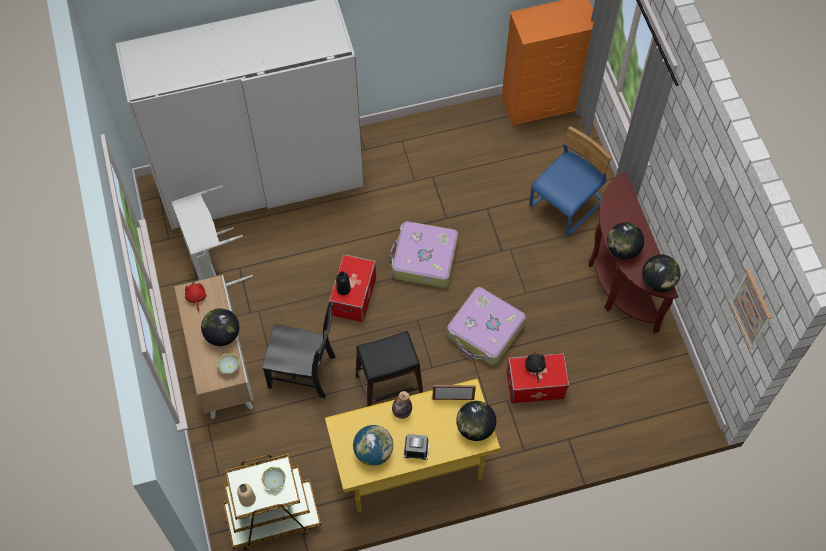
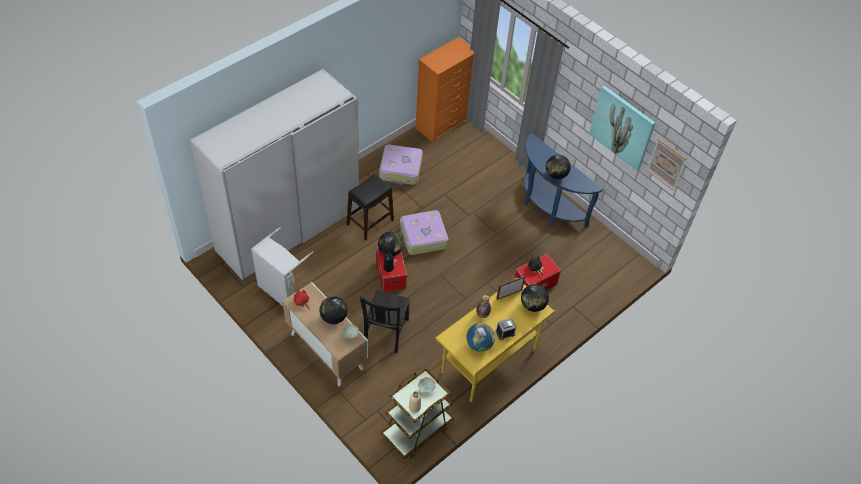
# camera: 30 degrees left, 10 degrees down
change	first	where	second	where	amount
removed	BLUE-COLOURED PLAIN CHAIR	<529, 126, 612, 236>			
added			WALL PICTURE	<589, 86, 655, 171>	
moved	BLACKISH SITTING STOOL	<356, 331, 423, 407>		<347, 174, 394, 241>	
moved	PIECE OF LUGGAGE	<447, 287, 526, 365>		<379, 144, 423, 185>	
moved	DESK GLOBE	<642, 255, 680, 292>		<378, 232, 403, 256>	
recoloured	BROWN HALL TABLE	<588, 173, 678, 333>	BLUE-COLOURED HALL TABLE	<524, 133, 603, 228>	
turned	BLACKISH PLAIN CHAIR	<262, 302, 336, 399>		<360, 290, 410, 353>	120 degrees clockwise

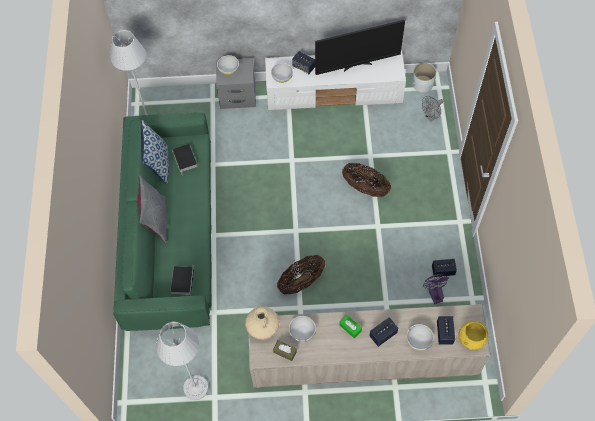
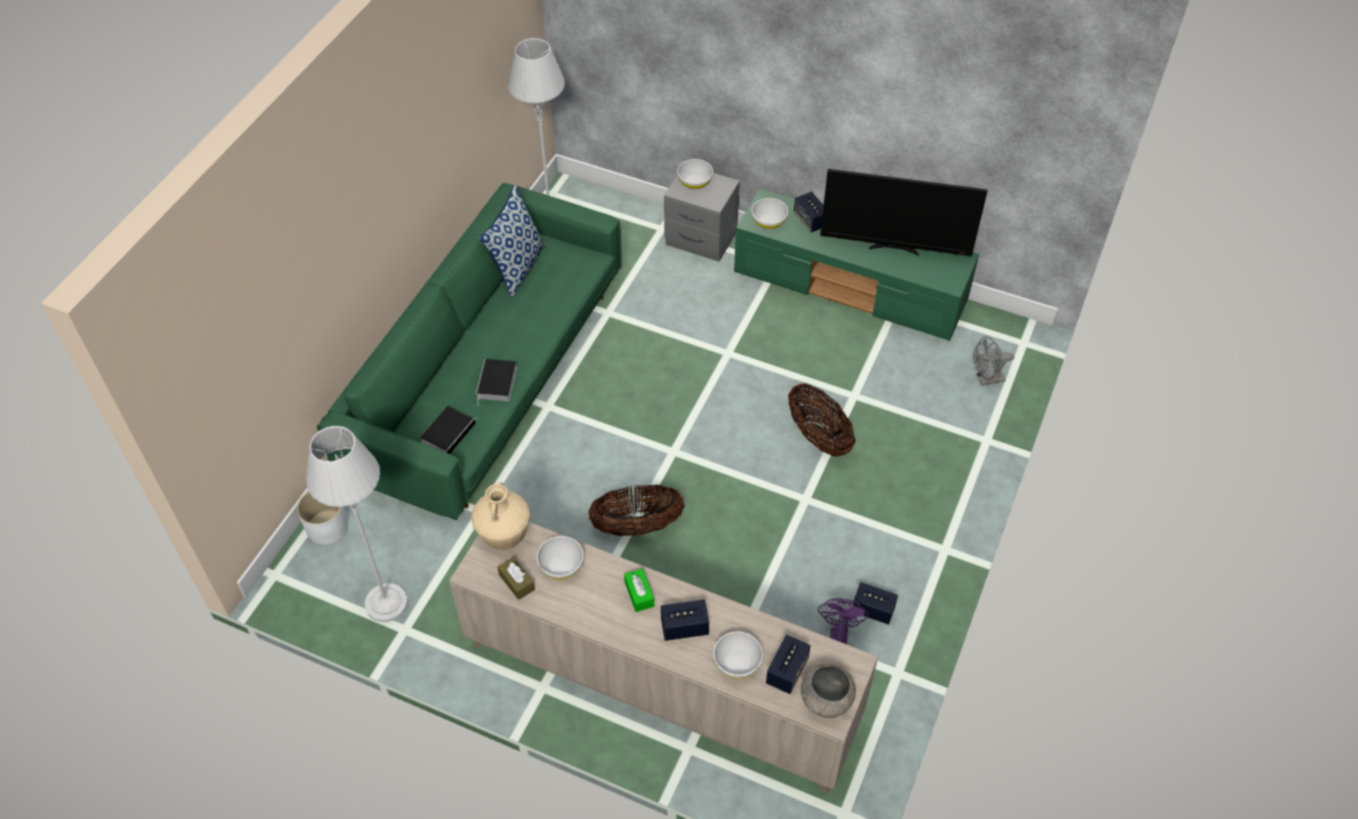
# camera: 25 degrees right, 10 degrees down
change	first	where	second	where	amount
removed	GREYISH CUSHION	<138, 175, 168, 243>			
moved	BOUND BOOK	<172, 144, 198, 176>		<476, 359, 517, 406>	
moved	WHITE-COLOURED PLANTER	<412, 63, 436, 93>		<297, 492, 348, 545>	
recoloured	WHITE-COLOURED TV UNIT	<265, 51, 406, 110>	GREEN TV UNIT	<734, 188, 979, 341>	
recoloured	YELLOW DEEP DISH	<458, 321, 488, 350>	GREYISH DEEP DISH	<801, 664, 856, 718>	

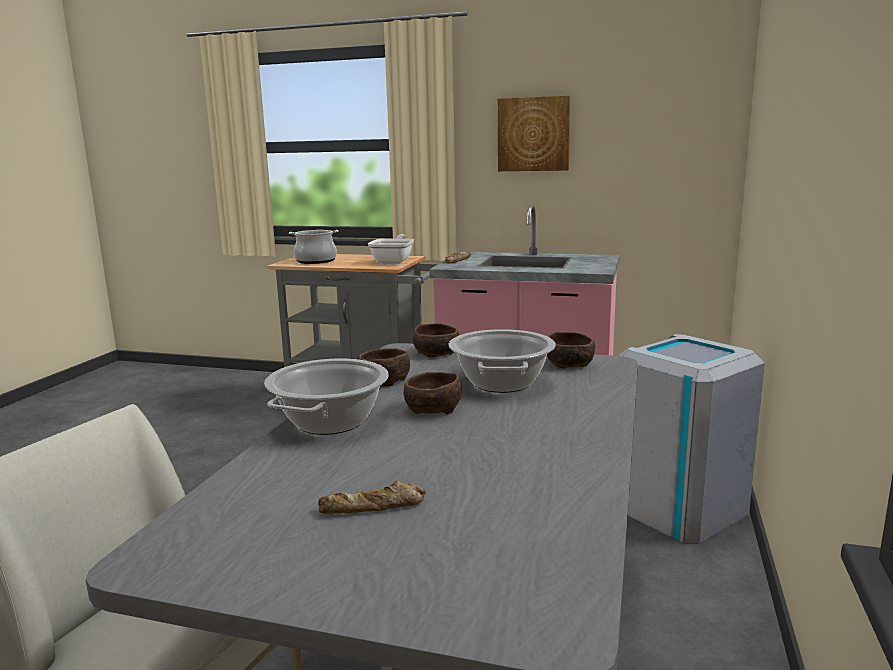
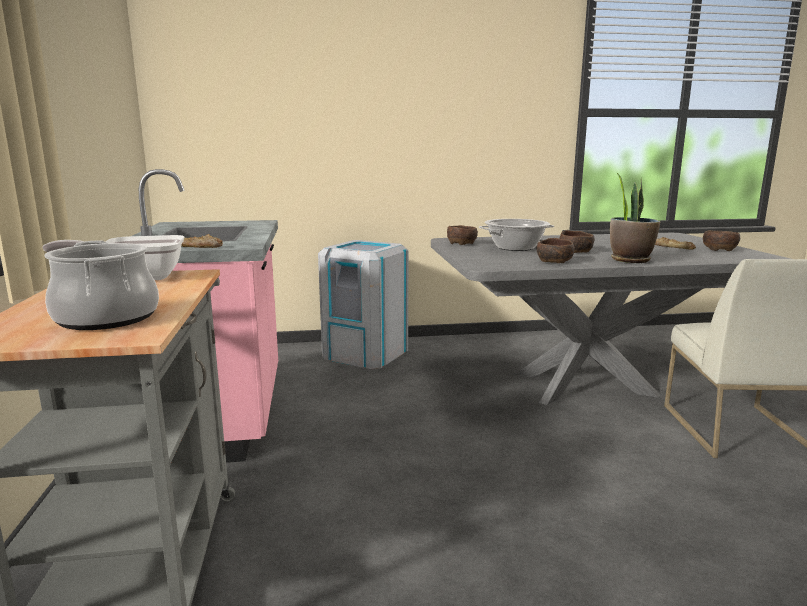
# camera: 115 degrees left, 0 degrees up
change	first	where	second	where	amount
removed	WALL PICTURE	<498, 95, 570, 171>			
moved	BROWN DEEP DISH	<413, 323, 459, 357>		<703, 230, 740, 251>	
replaced	COOKING POT	<264, 359, 389, 435>	HOUSEPLANT	<610, 173, 660, 263>	

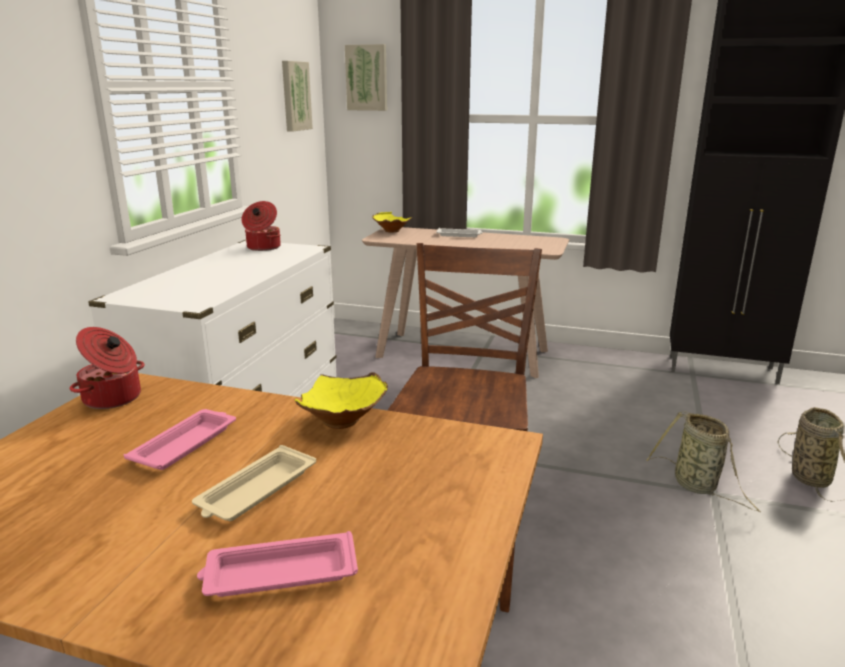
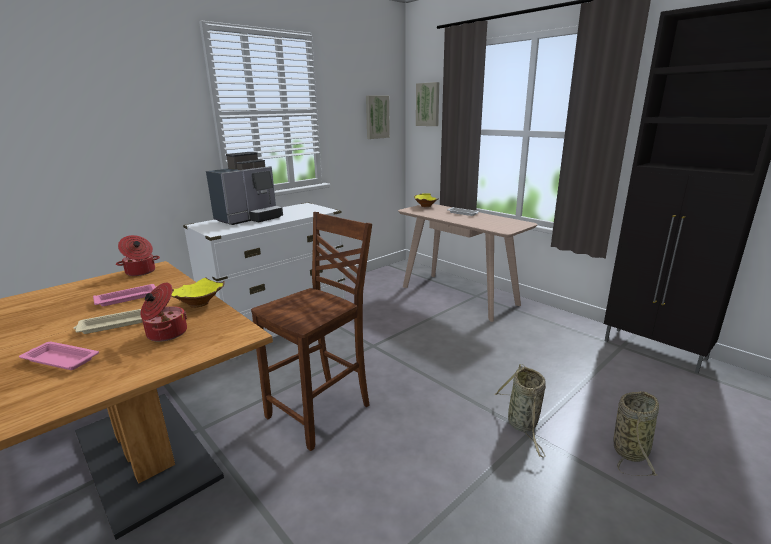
# camera: 30 degrees right, 0 degrees up
change	first	where	second	where	amount
added			COFFEE BREWER	<206, 152, 283, 225>	
moved	COOKING POT	<241, 201, 281, 251>		<140, 283, 187, 342>	

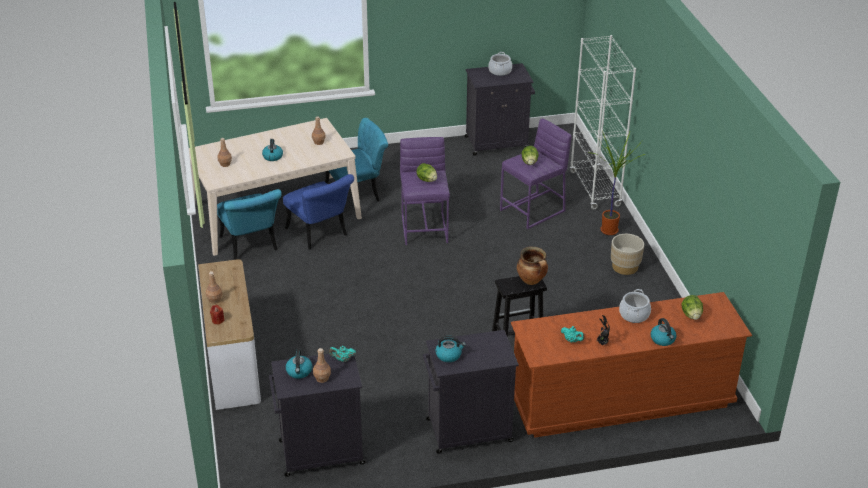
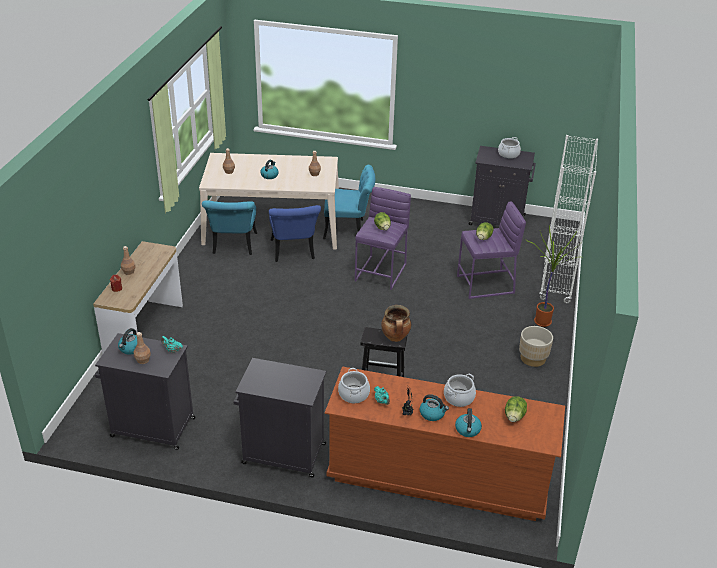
# camera: 25 degrees right, 0 degrees up
change	first	where	second	where	amount
added			COOKING POT	<338, 368, 370, 403>	
moved	KETTLE	<435, 336, 466, 362>		<420, 394, 449, 421>	

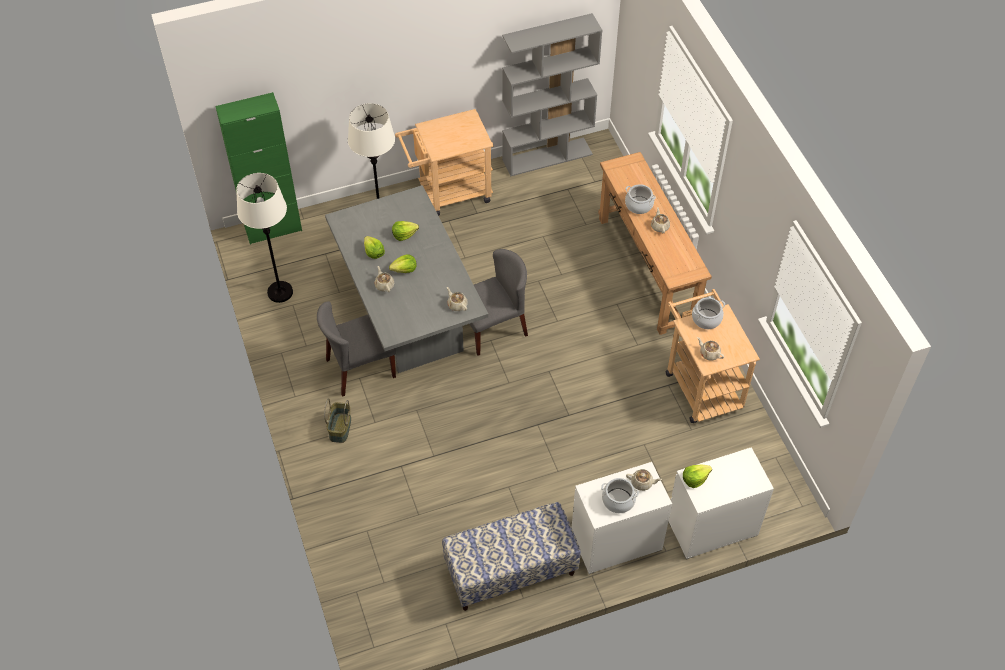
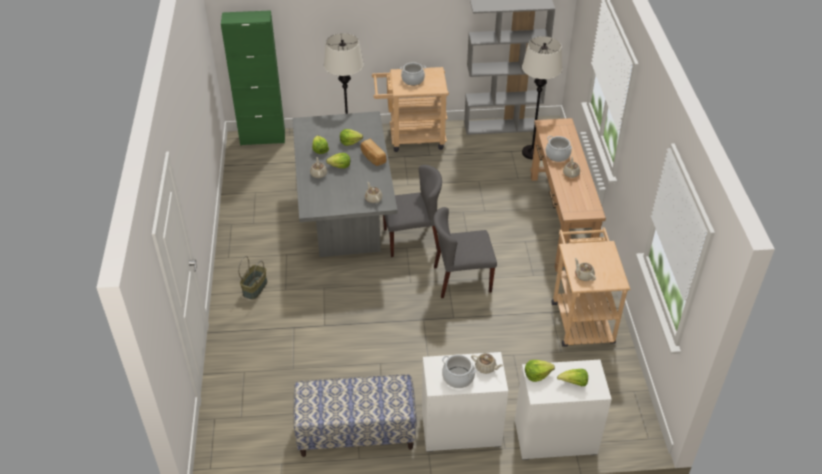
# camera: 15 degrees right, 10 degrees down
change	first	where	second	where	amount
added			BAKERY BREAD	<361, 139, 387, 166>	
added			HEAD OF LETTUCE	<557, 369, 588, 386>	
moved	WHITE-COLOURED FLOOR LAMP	<236, 173, 293, 303>		<522, 36, 562, 159>	
moved	GREYISH PLAIN CHAIR	<317, 301, 396, 397>		<433, 207, 497, 298>	
moved	COOKING POT	<692, 297, 725, 329>		<400, 62, 426, 86>	

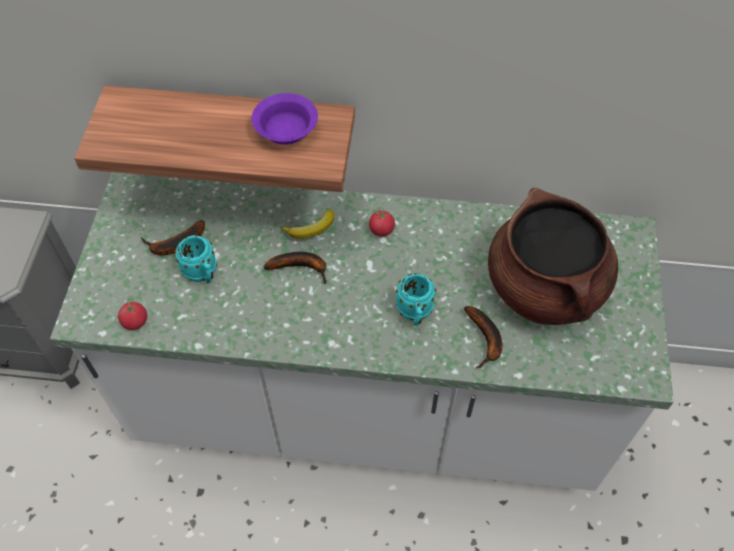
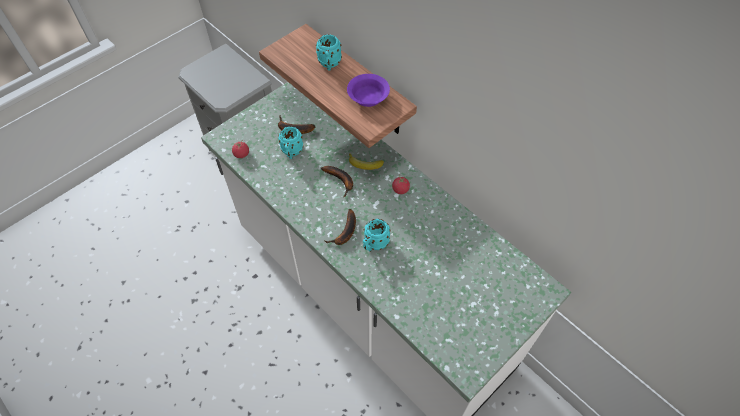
# camera: 40 degrees right, 0 degrees up
change	first	where	second	where	amount
removed	BROWN COOKING POT	<488, 188, 618, 325>			
added			BLUE-GREEN MUG	<316, 34, 342, 70>	
moved	WHOLE BANANA	<464, 306, 502, 368>		<325, 209, 356, 245>	

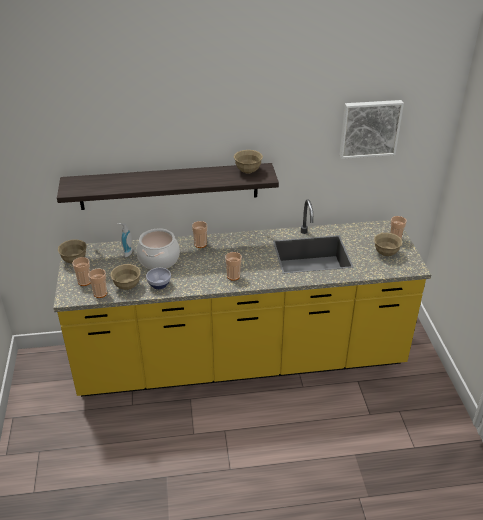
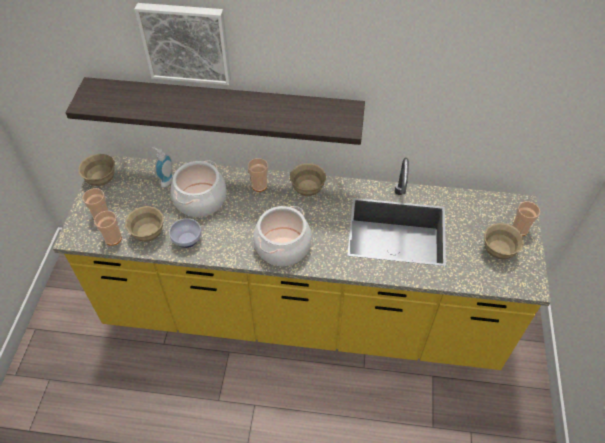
# camera: 15 degrees right, 15 degrees up
change	first	where	second	where	amount
moved	BEIGE-COLOURED DEEP DISH	<234, 150, 263, 174>		<290, 163, 326, 196>	
moved	WALL PICTURE	<339, 100, 404, 159>		<135, 3, 231, 85>	
replaced	CUP	<225, 252, 242, 281>	COOKING POT	<253, 206, 312, 266>	

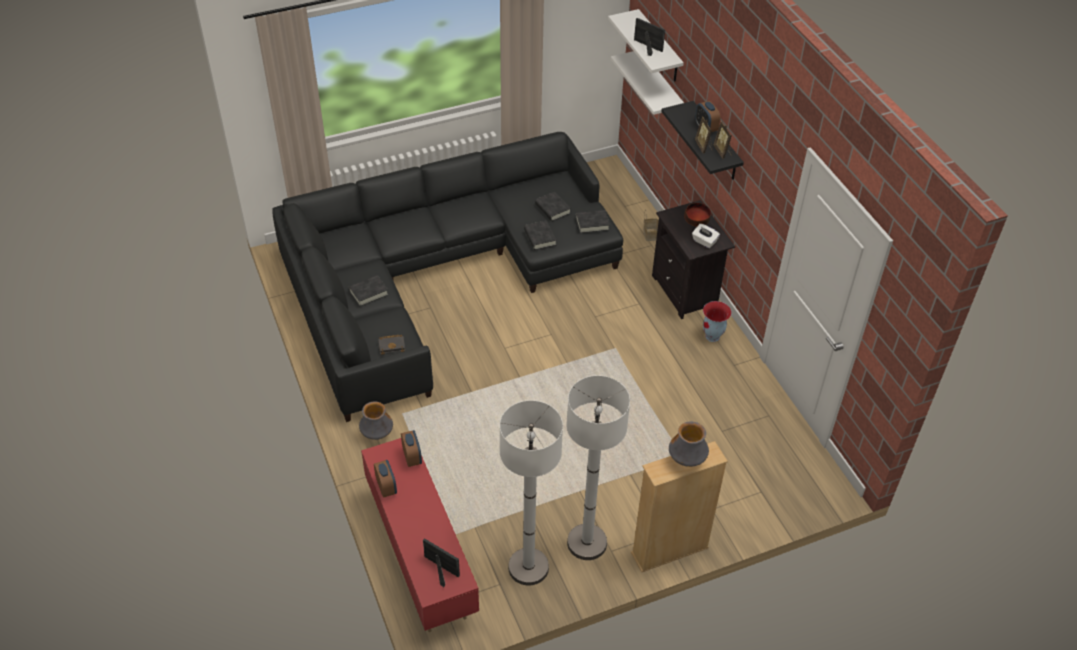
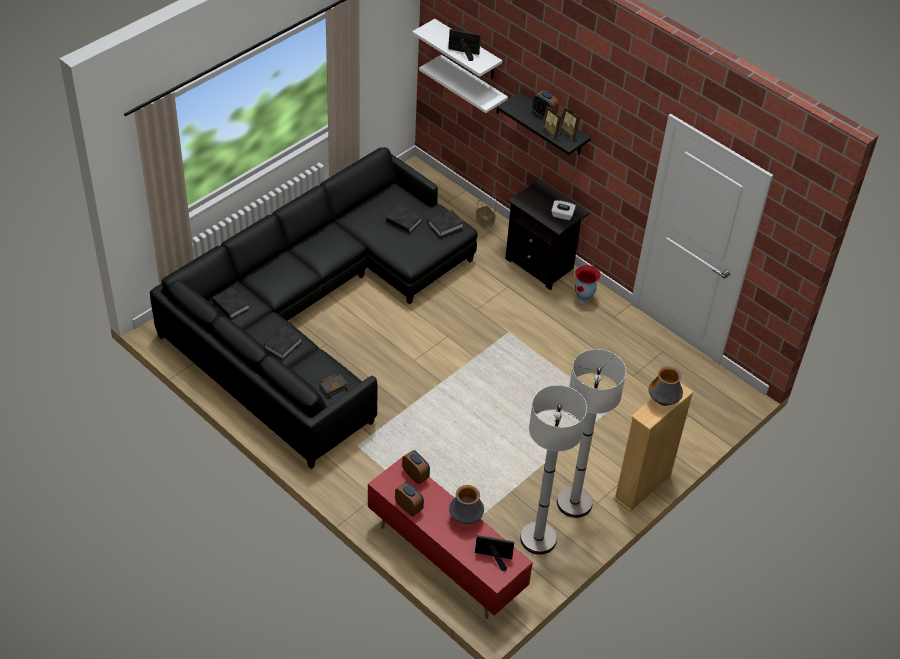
# camera: 25 degrees left, 0 degrees up
change	first	where	second	where	amount
removed	DEEP DISH	<684, 203, 711, 226>			
moved	VASE	<359, 401, 393, 440>		<449, 485, 484, 524>	
moved	BLACKISH BOUND BOOK	<524, 221, 557, 250>		<212, 287, 250, 319>	

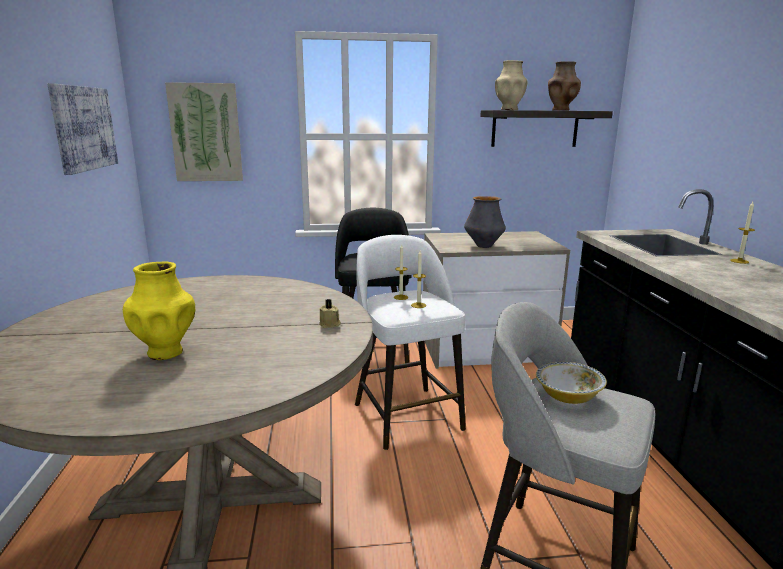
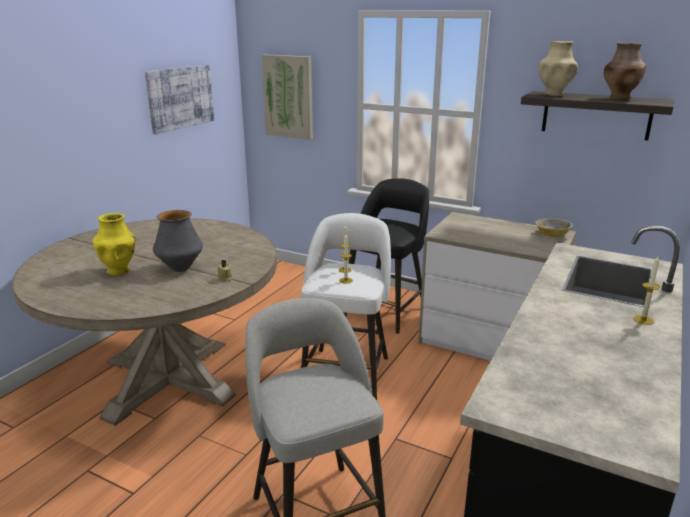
# camera: 35 degrees right, 5 degrees up
change	first	where	second	where	amount
moved	VASE	<464, 196, 506, 248>		<153, 210, 203, 272>	
moved	DEEP DISH	<536, 362, 607, 404>		<535, 218, 573, 237>	

